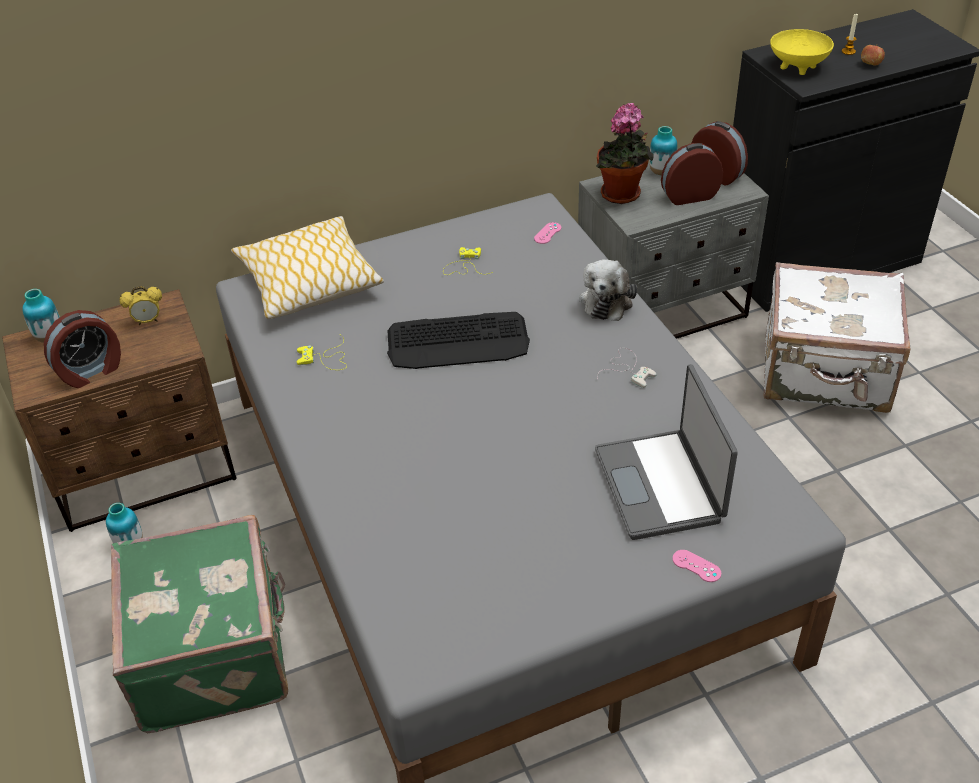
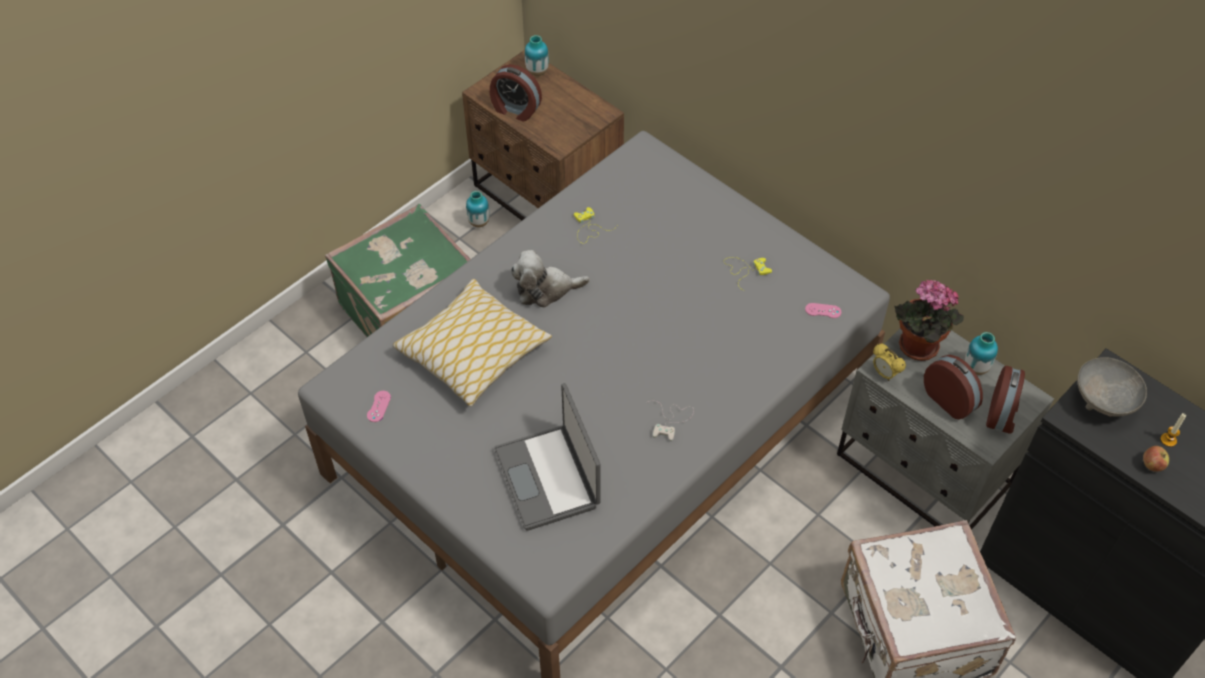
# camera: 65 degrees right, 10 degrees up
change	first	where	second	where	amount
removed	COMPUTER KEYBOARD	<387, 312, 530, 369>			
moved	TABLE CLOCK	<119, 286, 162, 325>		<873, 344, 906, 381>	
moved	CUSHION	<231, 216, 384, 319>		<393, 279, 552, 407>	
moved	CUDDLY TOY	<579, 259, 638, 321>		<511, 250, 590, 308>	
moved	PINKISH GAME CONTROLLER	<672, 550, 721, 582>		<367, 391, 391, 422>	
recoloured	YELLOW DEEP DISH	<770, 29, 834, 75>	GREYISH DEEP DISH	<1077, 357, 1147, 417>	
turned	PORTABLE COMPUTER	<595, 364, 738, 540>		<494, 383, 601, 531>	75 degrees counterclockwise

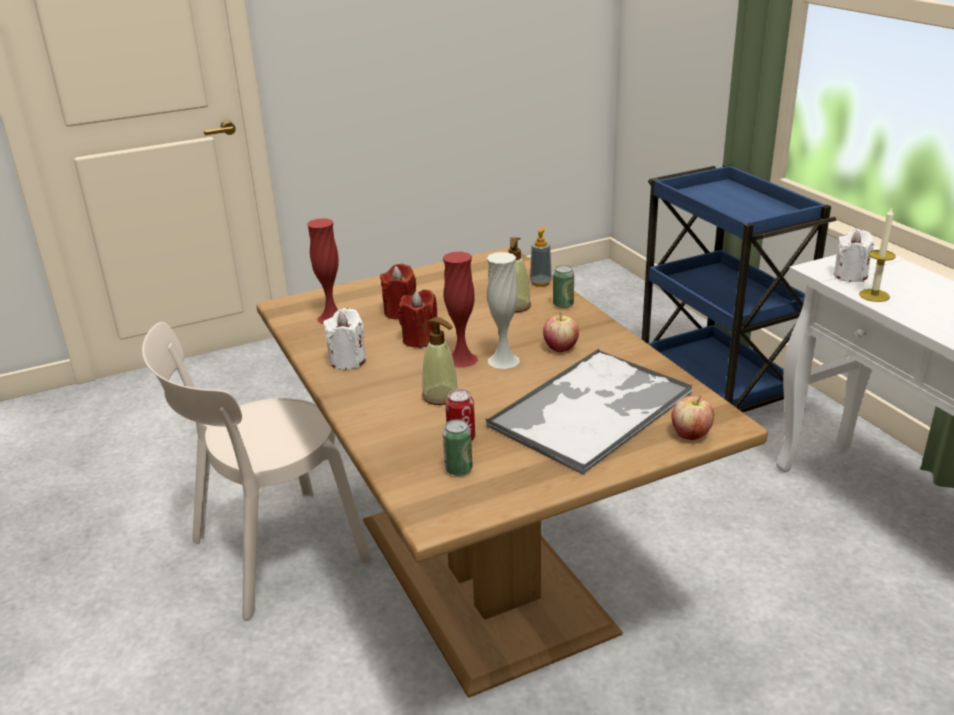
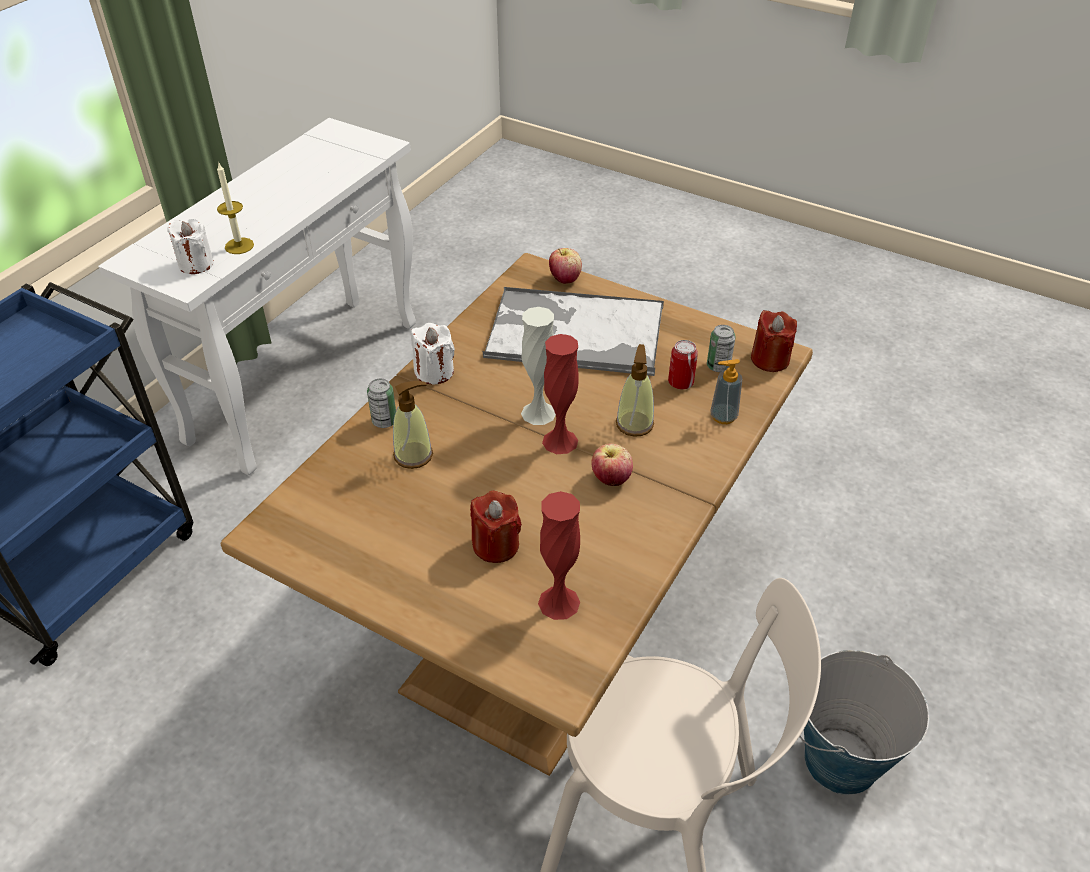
# camera: 125 degrees left, 15 degrees up
change	first	where	second	where	amount
added			WATER BUCKET	<799, 650, 929, 795>	
moved	WHITE-COLOURED WAX LIGHT	<323, 308, 366, 370>		<411, 323, 455, 385>	
moved	RED-COLOURED WAX LIGHT	<398, 289, 437, 348>		<751, 310, 797, 372>	
moved	SOAP BOTTLE	<530, 226, 552, 287>		<710, 359, 742, 424>	
moved	WHOLE APPLE	<543, 313, 579, 352>		<591, 444, 633, 486>	

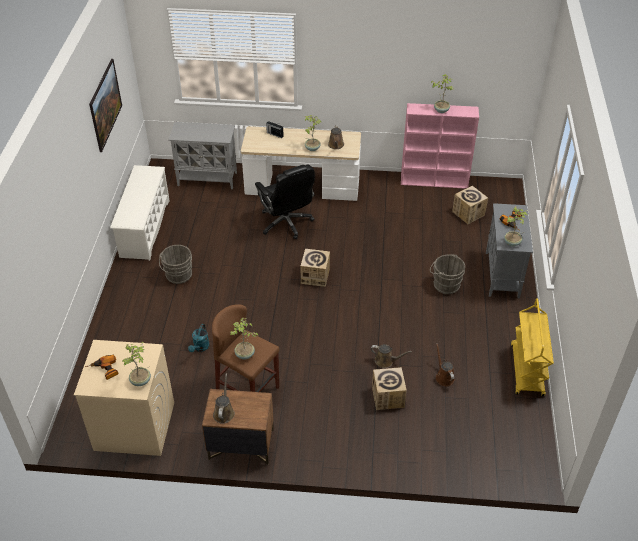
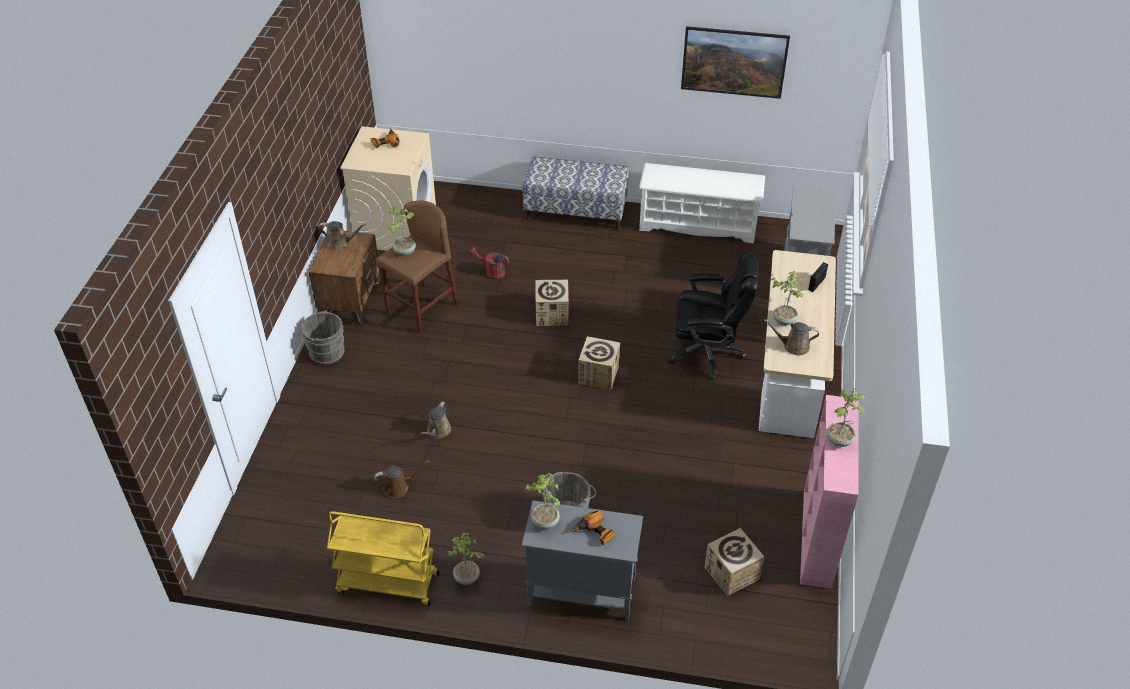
# camera: 95 degrees right, 0 degrees up
change	first	where	second	where	amount
added			BENCH	<522, 157, 629, 230>	
moved	HOUSEPLANT	<122, 342, 151, 386>		<447, 533, 485, 585>	
moved	GREYISH WATER BUCKET	<159, 245, 192, 284>		<298, 310, 345, 365>	
moved	CARTON	<372, 367, 407, 410>		<536, 280, 569, 326>	
recoloured	BLUE-GREEN SPRINKLING CAN	<188, 324, 210, 352>	RED-COLOURED SPRINKLING CAN	<470, 247, 509, 279>	
turned	BLACKISH COMPUTER CHAIR	<255, 165, 315, 239>		<669, 252, 757, 380>	150 degrees counterclockwise

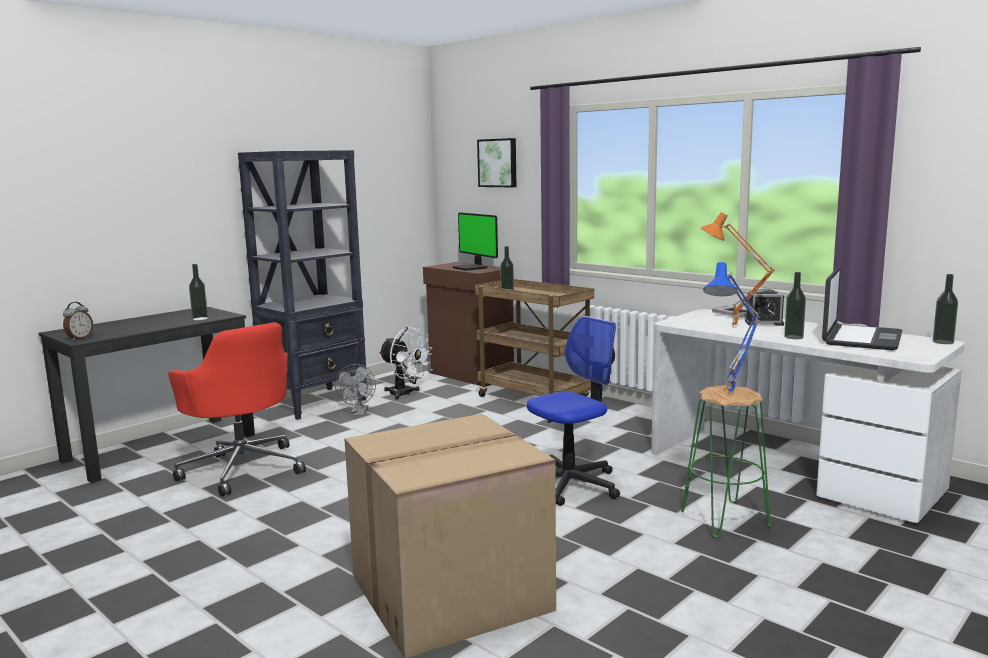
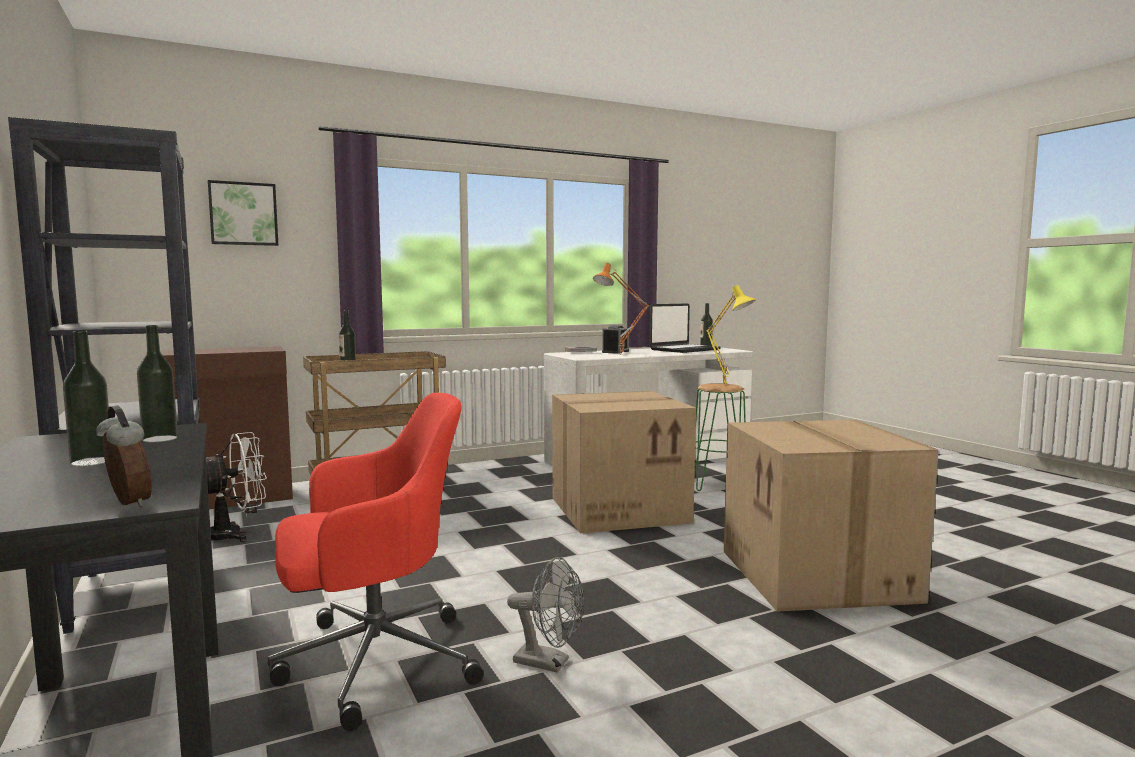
# camera: 70 degrees left, 5 degrees down
change	first	where	second	where	amount
removed	MONITOR	<452, 212, 498, 271>			
moved	GREYISH FAN	<335, 364, 376, 416>		<507, 557, 584, 673>	
moved	DRINK BOTTLE	<784, 272, 806, 339>		<63, 331, 109, 466>	
replaced	COMPUTER CHAIR	<526, 316, 620, 506>	CARTON	<552, 391, 696, 533>	
recoloured	BLUE-COLOURED TABLE LAMP	<703, 262, 760, 395>	YELLOW TABLE LAMP	<707, 285, 755, 386>	
turned	PORTABLE COMPUTER	<822, 266, 902, 350>		<649, 303, 721, 353>	90 degrees clockwise

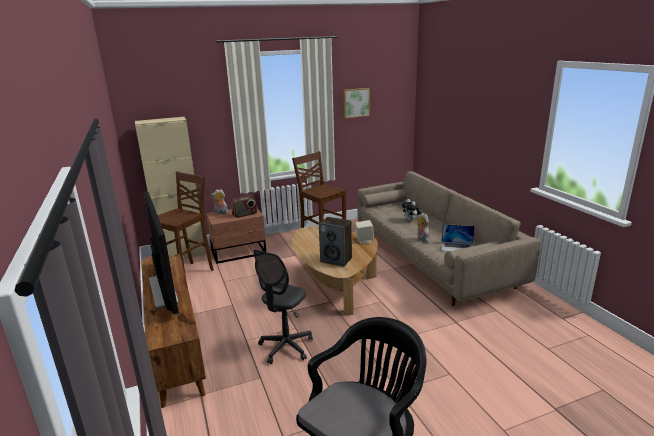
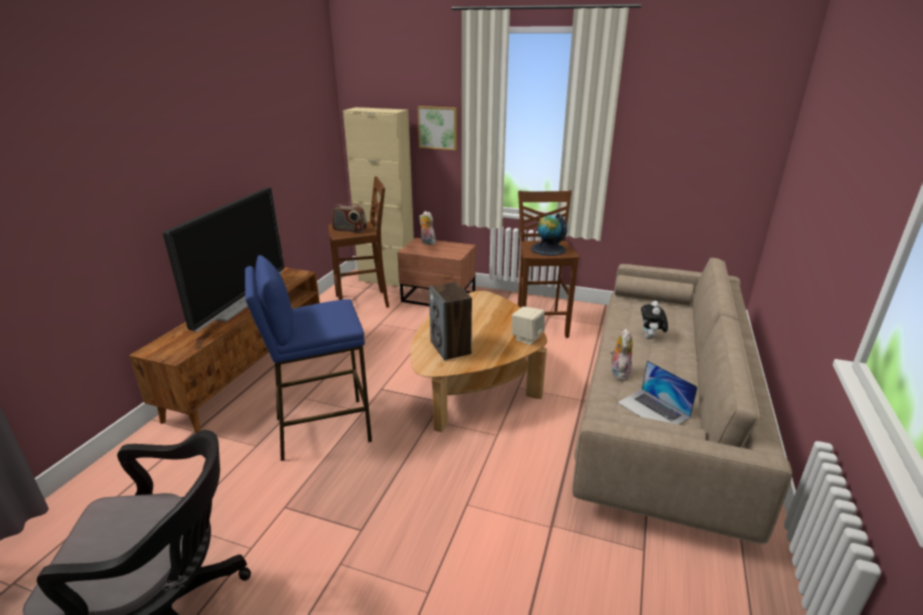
# camera: 40 degrees right, 5 degrees up
change	first	where	second	where	amount
added			DESK GLOBE	<531, 213, 567, 256>	
moved	RADIO RECEIVER	<232, 194, 257, 218>		<332, 202, 367, 232>	
moved	WALL PICTURE	<344, 88, 370, 118>		<418, 106, 457, 150>	
replaced	GREYISH COMPUTER CHAIR	<254, 250, 313, 364>	BLUE-COLOURED SITTING STOOL	<245, 255, 372, 461>	

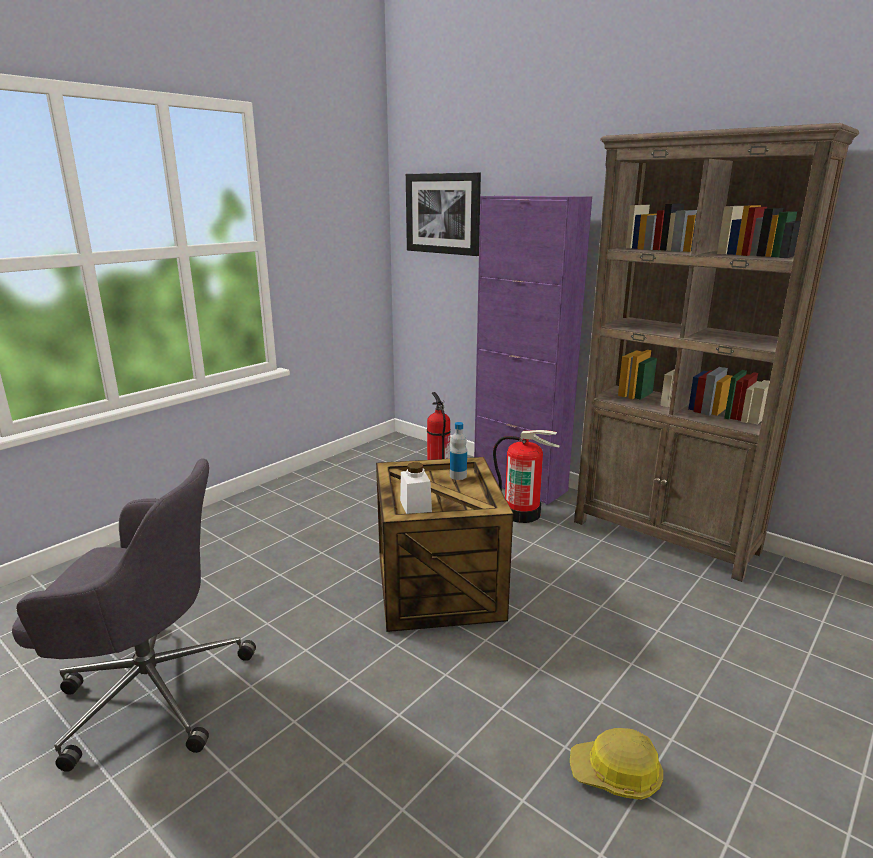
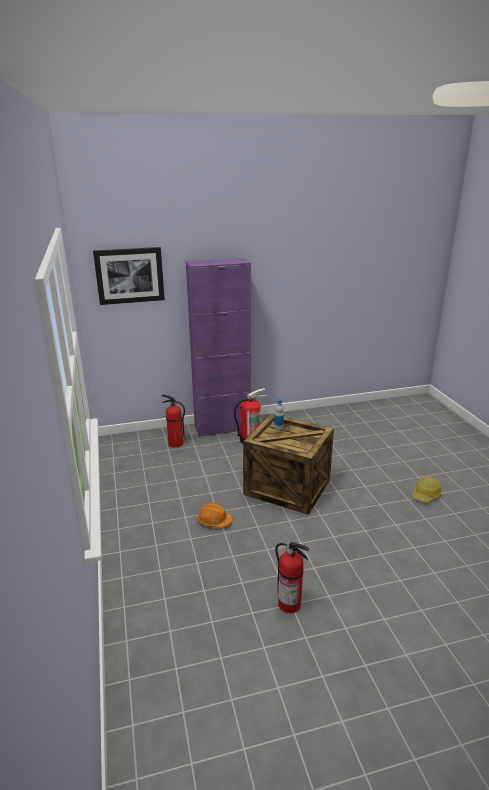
# camera: 55 degrees left, 5 degrees up
change	first	where	second	where	amount
removed	WHITE-COLOURED JAR	<400, 462, 432, 514>			
removed	BROWN BOOKCASE	<574, 123, 859, 582>			
added			ORANGE HARD HAT	<197, 503, 232, 527>	
replaced	GREYISH COMPUTER CHAIR	<12, 459, 256, 772>	FIRE EXTINGUISHER	<275, 542, 309, 613>	

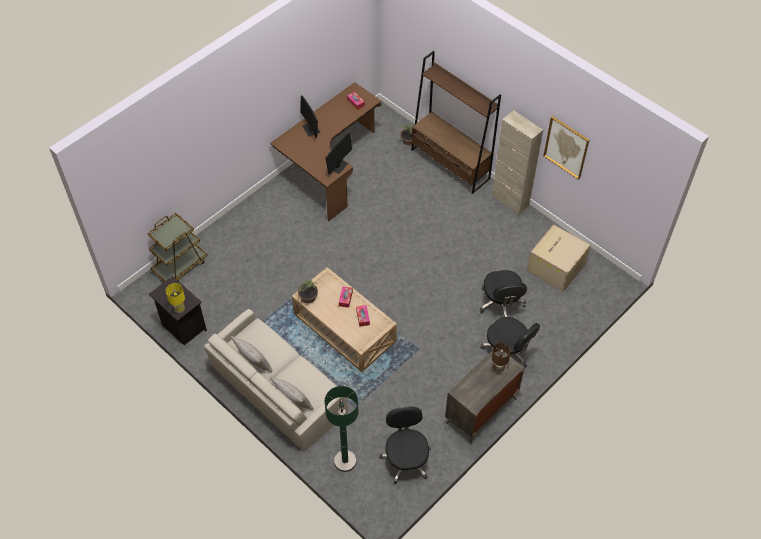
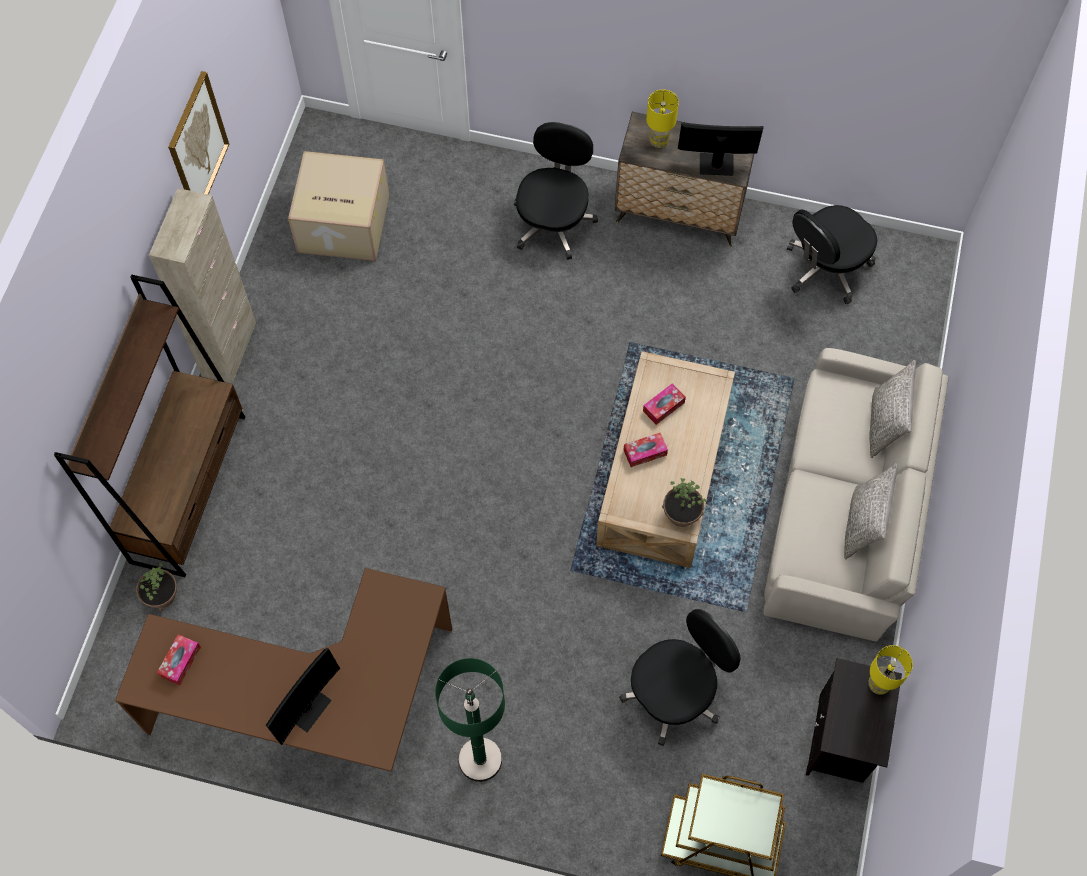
# camera: 120 degrees left, 10 degrees up
change	first	where	second	where	amount
moved	MONITOR	<325, 133, 352, 175>		<678, 122, 764, 176>	
moved	GREEN FLOOR LAMP	<325, 386, 359, 472>		<435, 658, 505, 782>	
moved	BLACKISH COMPUTER CHAIR	<479, 270, 527, 317>		<619, 609, 741, 746>	
recoloured	BROWN TABLE LAMP	<492, 342, 511, 373>	YELLOW TABLE LAMP	<646, 90, 679, 148>	

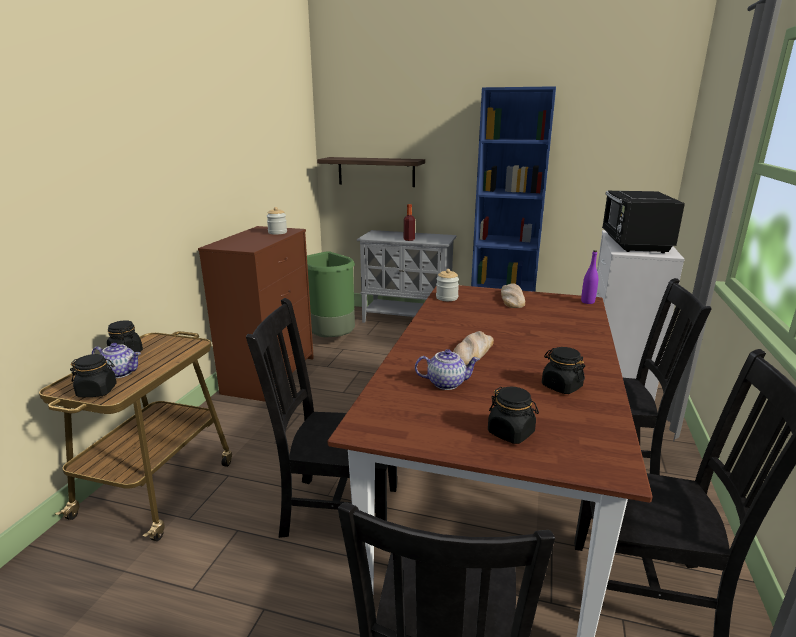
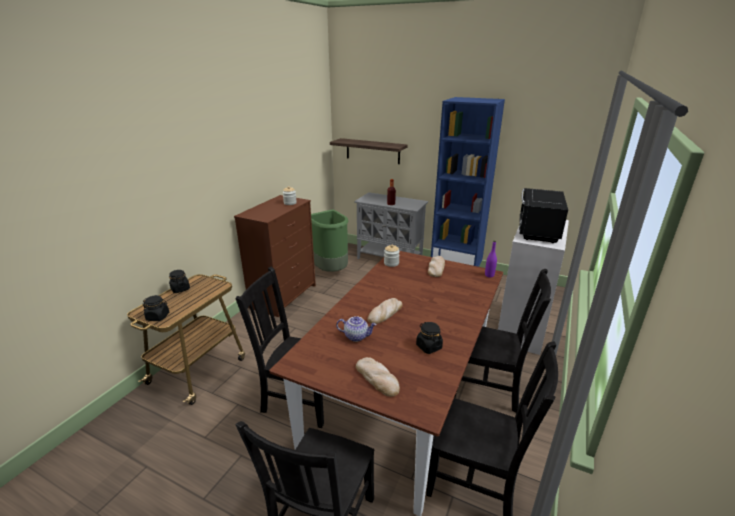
# camera: 10 degrees right, 5 degrees up
change	first	where	second	where	amount
removed	TEAPOT	<92, 343, 141, 378>			
replaced	BLACKISH JAR	<488, 387, 539, 444>	BAKERY BREAD	<356, 357, 400, 397>	

